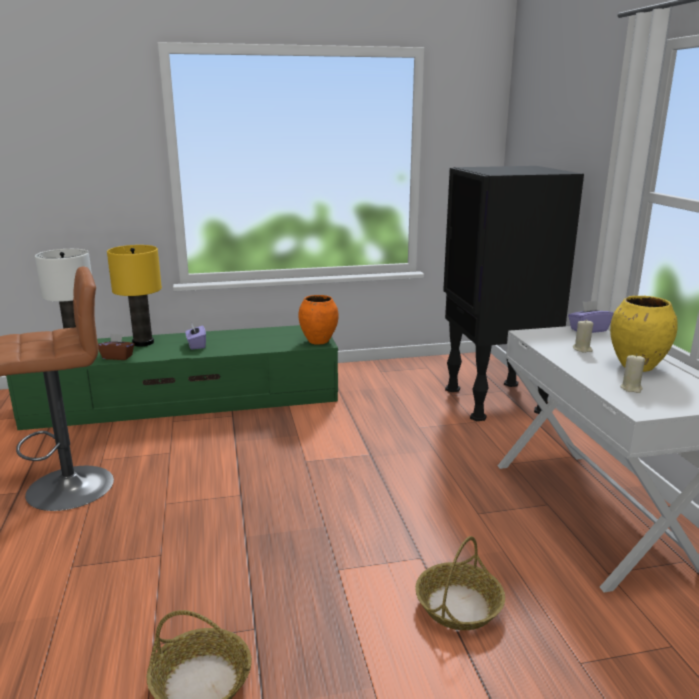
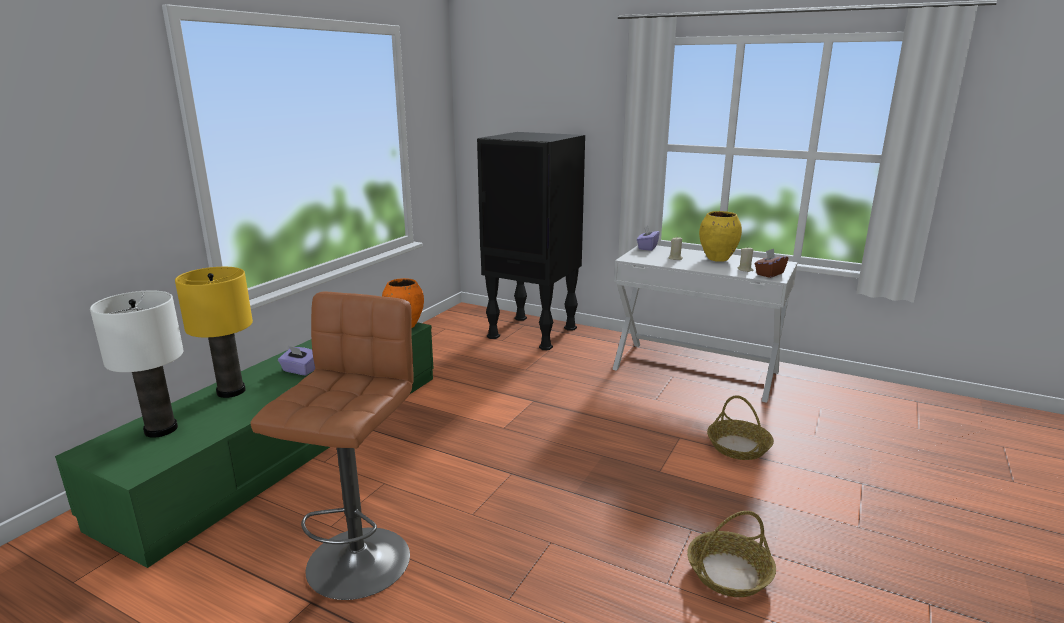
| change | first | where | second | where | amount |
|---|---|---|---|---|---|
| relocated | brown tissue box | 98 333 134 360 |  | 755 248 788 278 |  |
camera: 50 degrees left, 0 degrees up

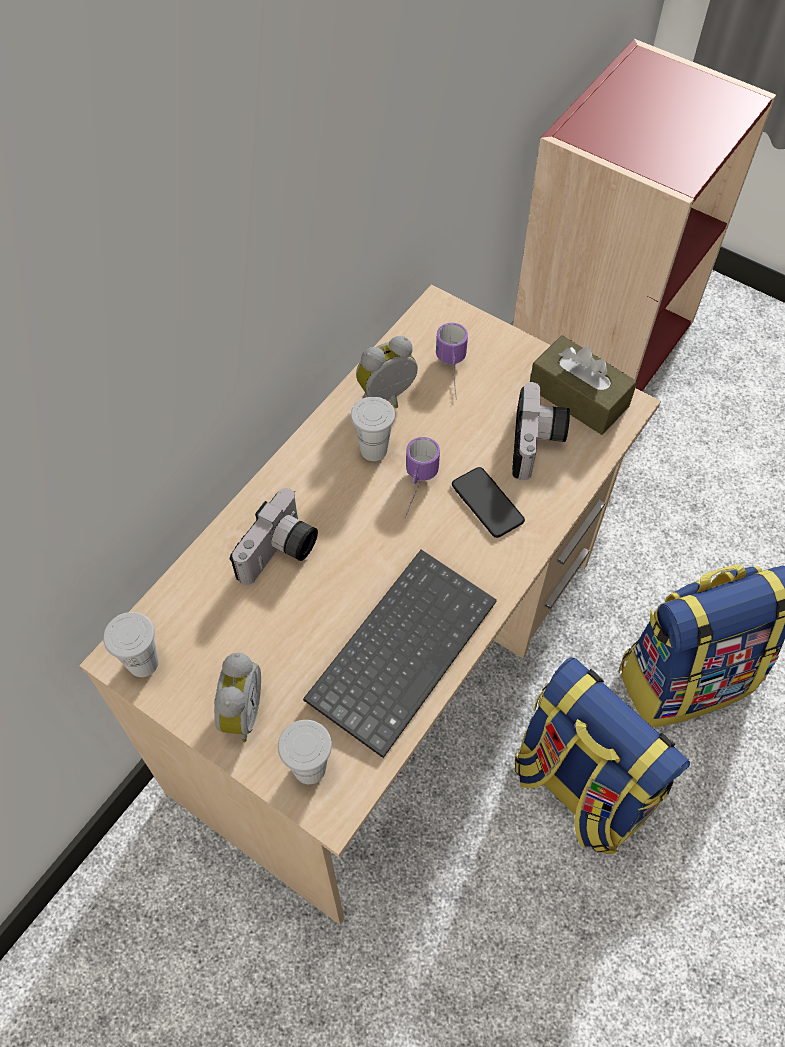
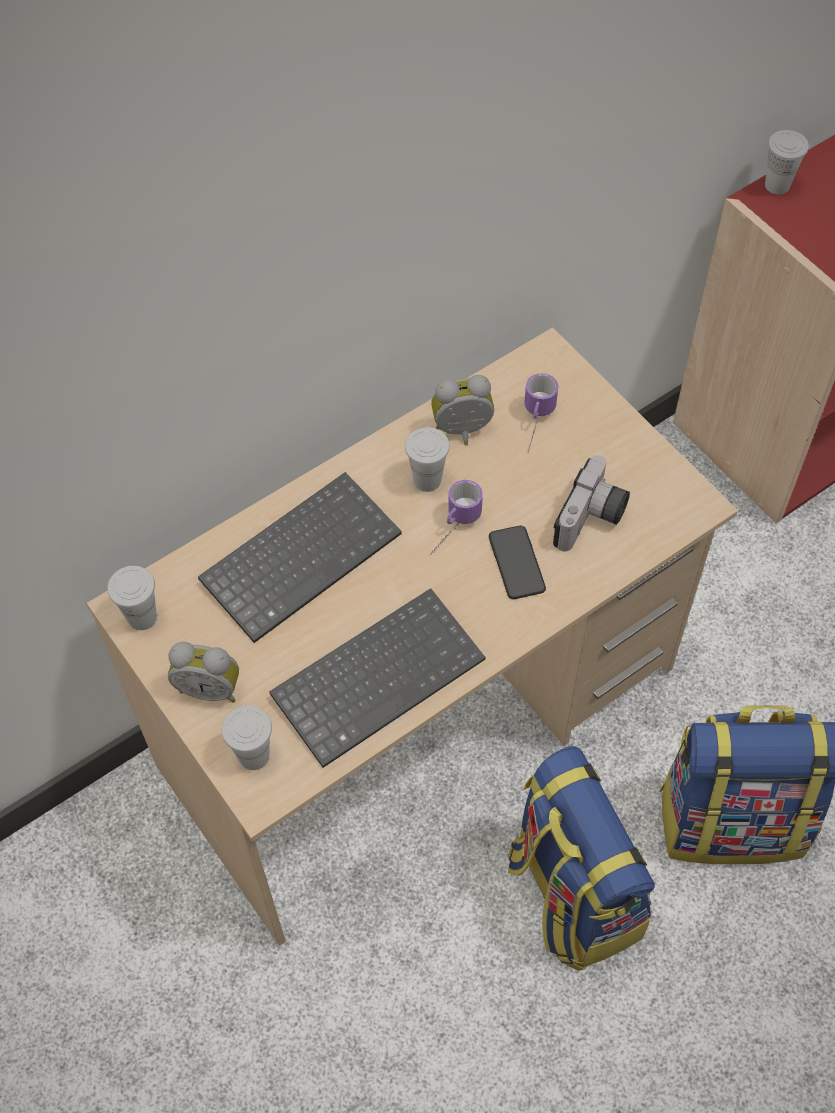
| change | first | where | second | where | amount |
|---|---|---|---|---|---|
| spun | alarm clock | 214 653 261 742 |  | 168 642 239 703 | 75 degrees clockwise |
| exchanged | photo camera | 230 488 318 585 | keyboard | 198 472 402 643 |  |
| appeared |  |  | white cup | 765 130 809 194 |  |
| missing | brown tissue box | 530 335 637 435 |  |  |  |
camera: 20 degrees right, 0 degrees up

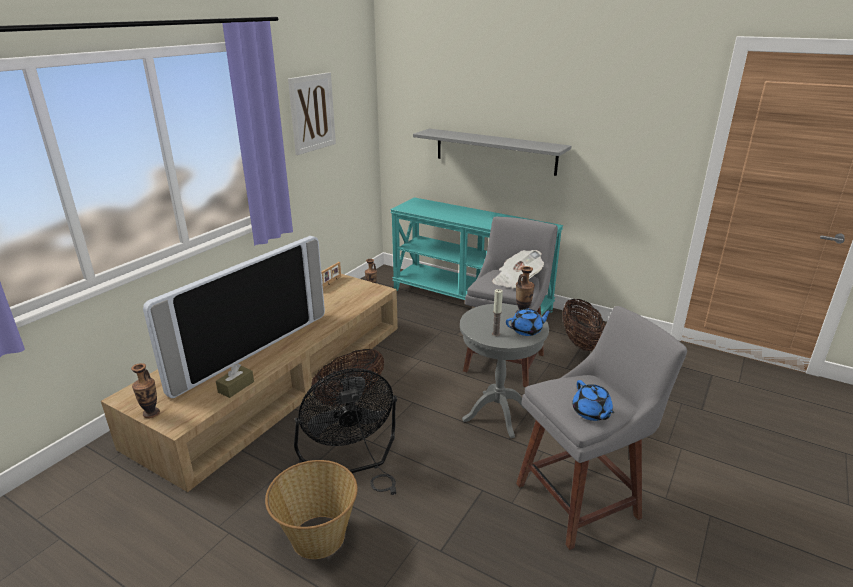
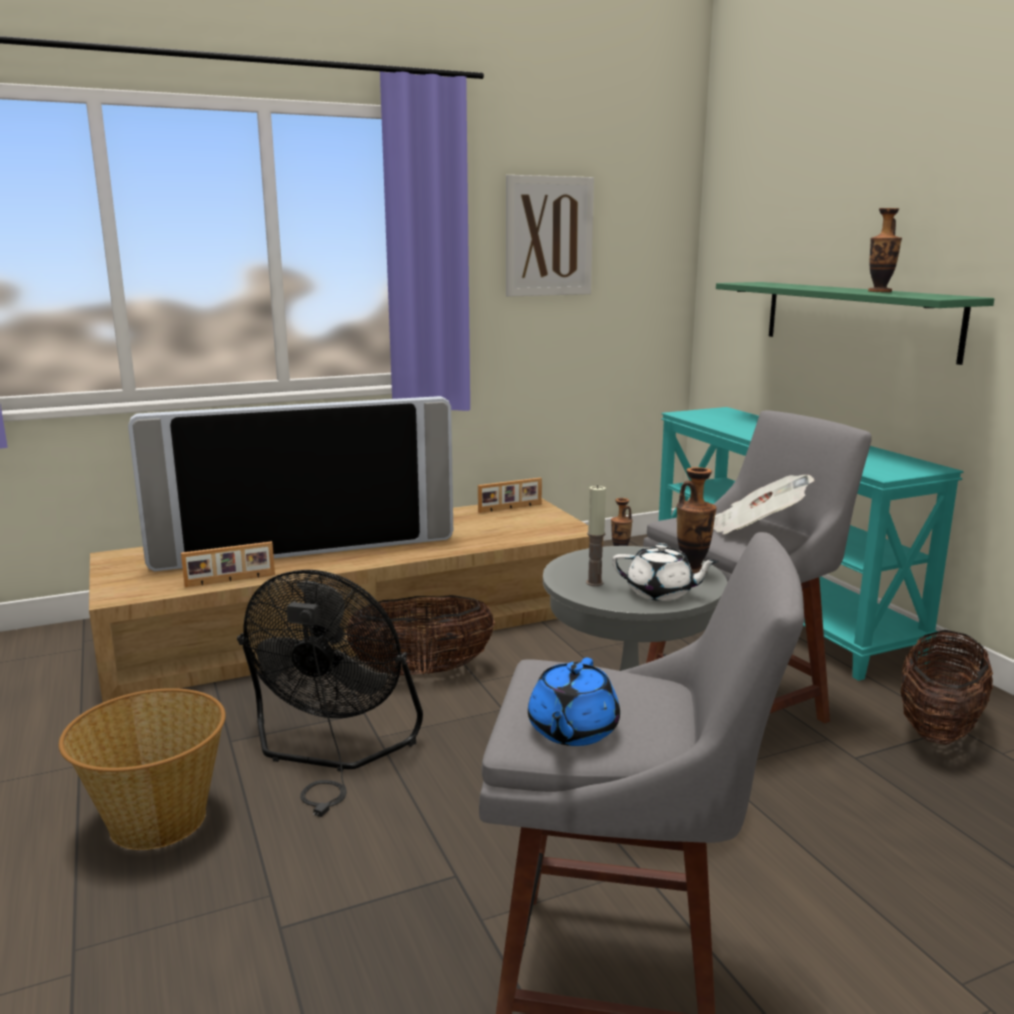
| change | first | where | second | where | amount |
|---|---|---|---|---|---|
| exchanged | brown tissue box | 216 363 254 398 | picture frame | 181 541 275 587 |  |
| colour | blue teapot | 506 309 552 336 | white teapot | 612 543 719 601 |  |
| colour | grey shelf | 413 128 572 176 | green shelf | 716 282 994 365 |  |
| relocated | vase | 131 363 160 418 |  | 868 208 902 292 |  |
camera: 35 degrees right, 10 degrees down

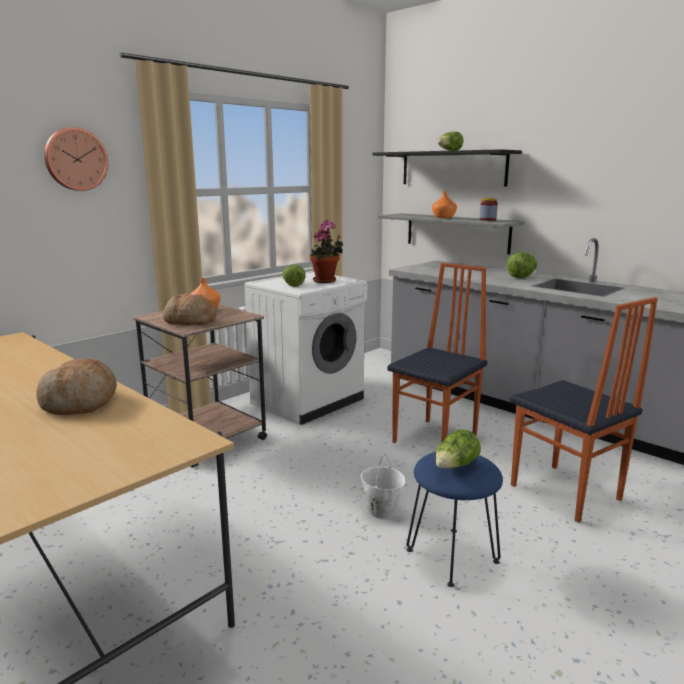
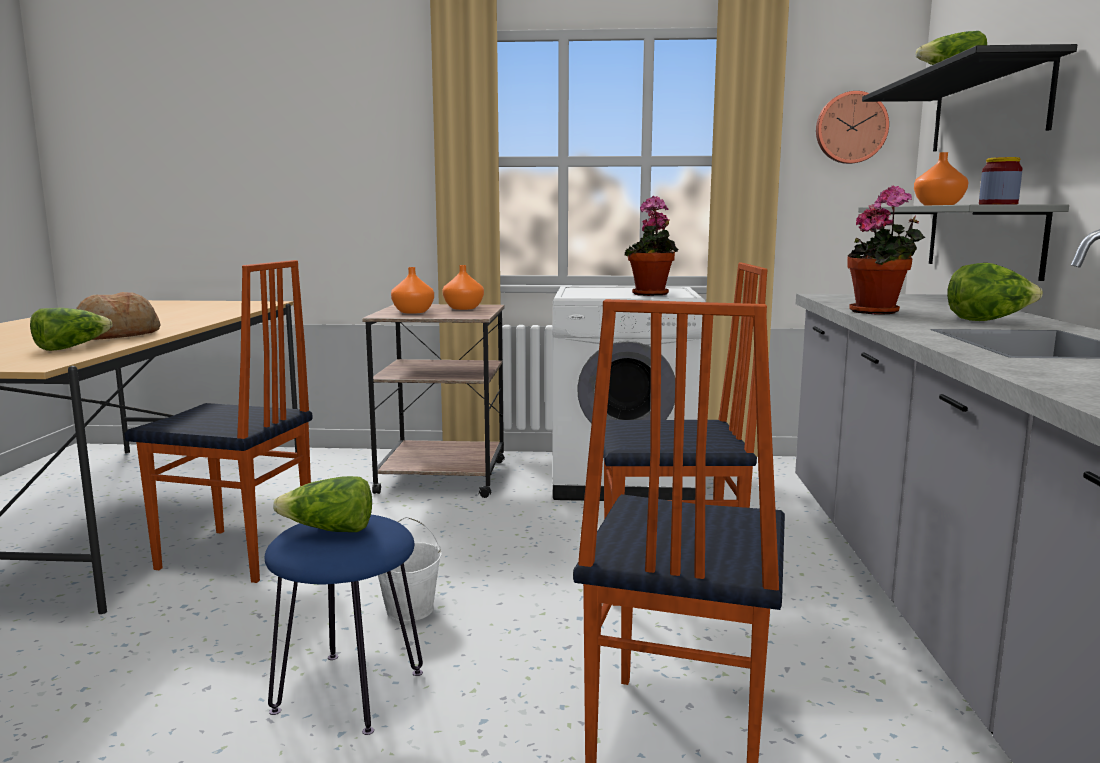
| change | first | where | second | where | amount |
|---|---|---|---|---|---|
| relocated | lettuce | 282 265 306 287 |  | 30 308 113 351 |  |
| appeared |  |  | chair | 124 260 313 583 |  |
| exchanged | bread | 163 293 216 325 | orange vase | 391 267 434 314 |  |
| relocated | wall clock | 44 127 108 191 |  | 816 91 889 164 |  |
| appeared |  |  | potted plant | 847 185 925 315 |  |
camera: 50 degrees right, 5 degrees down

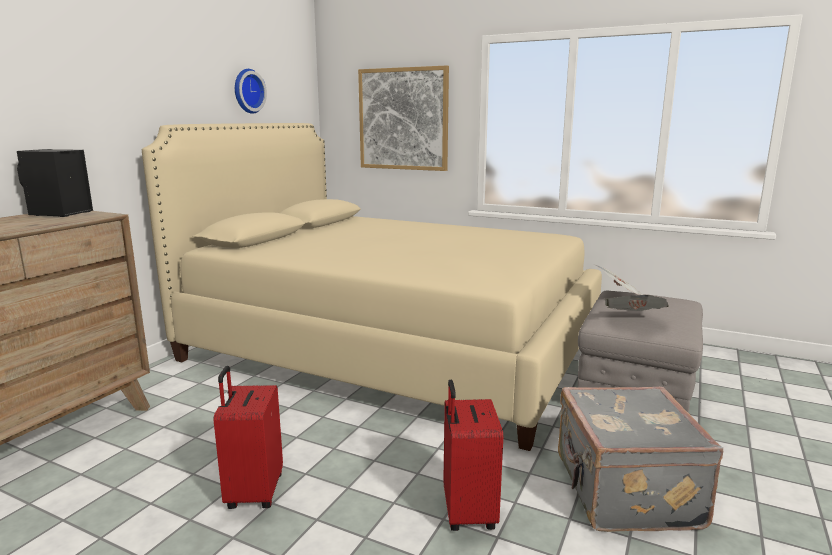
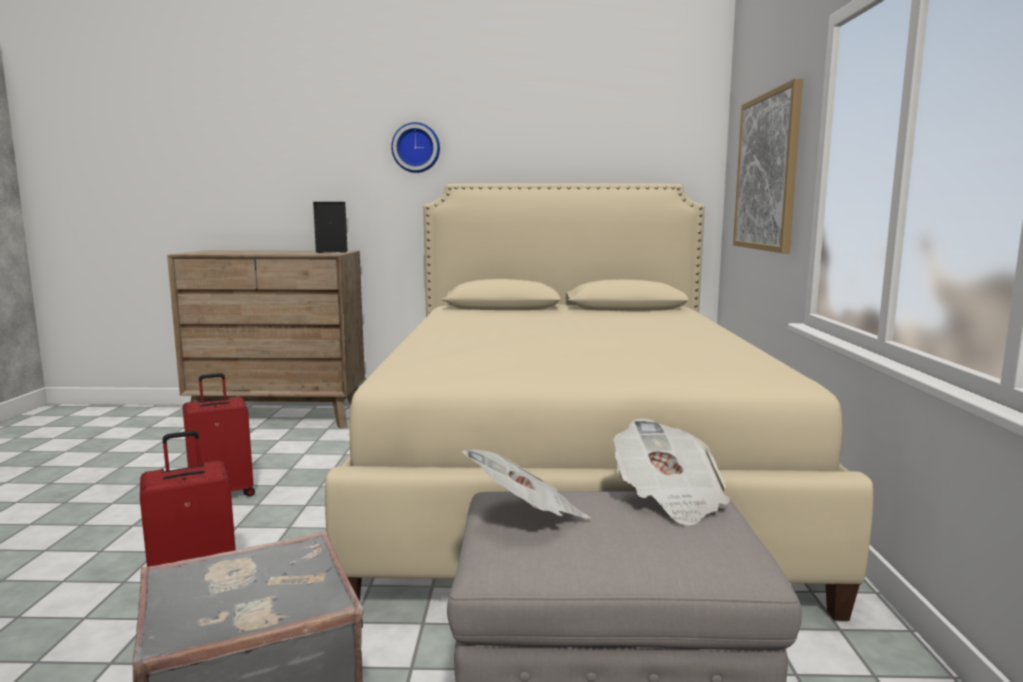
| change | first | where | second | where | amount |
|---|---|---|---|---|---|
| relocated | wall clock | 235 69 267 114 |  | 391 122 440 173 |  |
camera: 65 degrees right, 5 degrees down

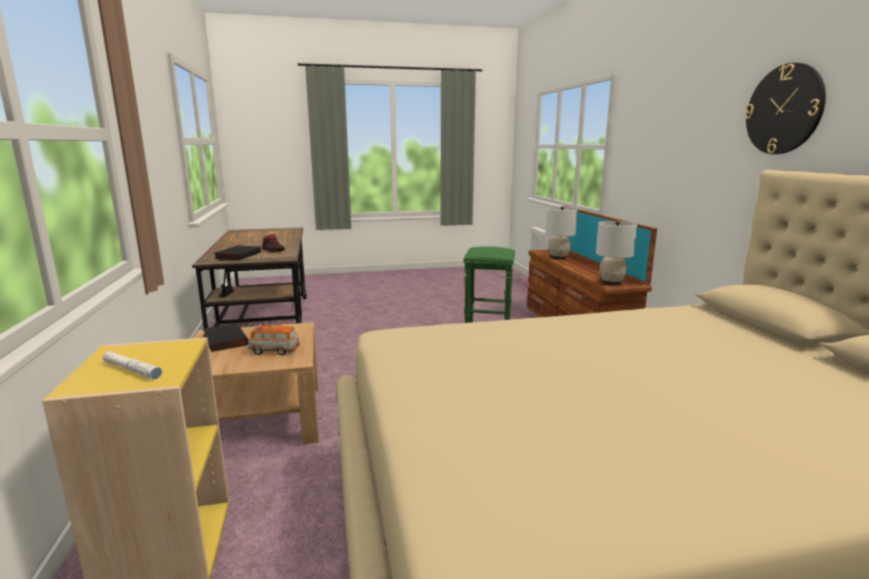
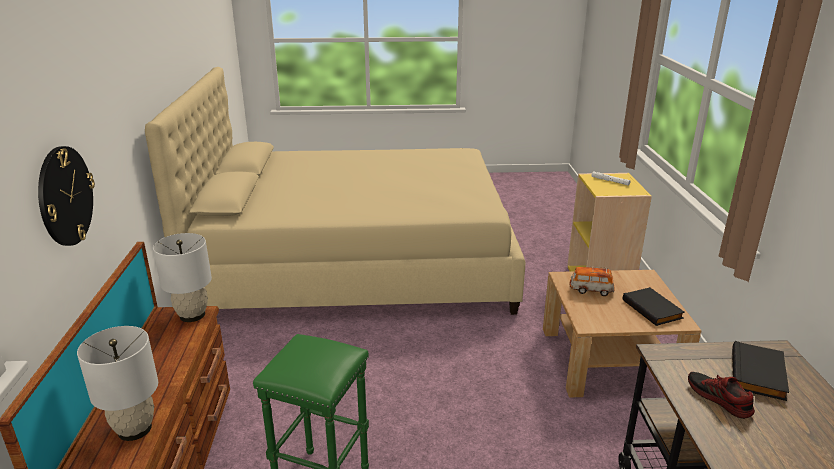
| change | first | where | second | where | amount |
|---|---|---|---|---|---|
| relocated | wall clock | 744 63 826 154 |  | 38 146 95 246 |  |
camera: 170 degrees left, 10 degrees up

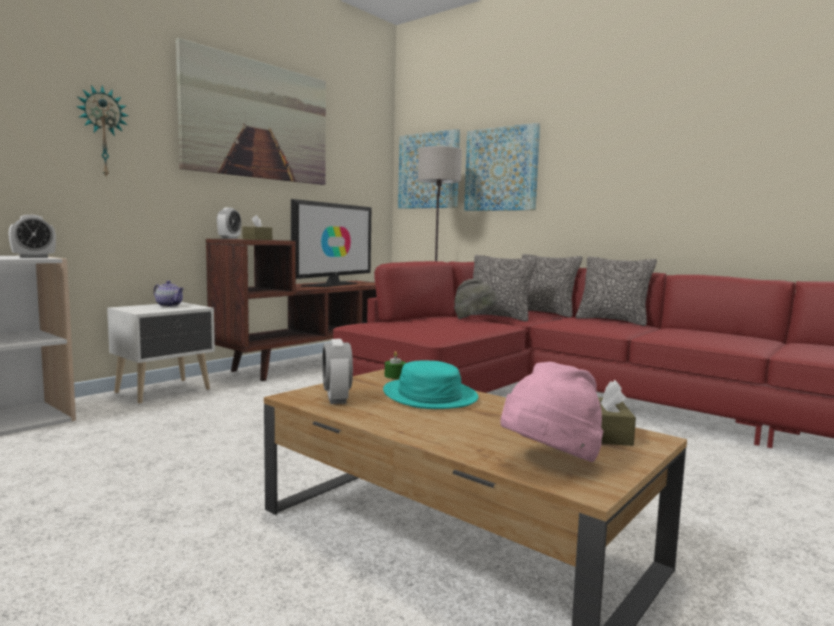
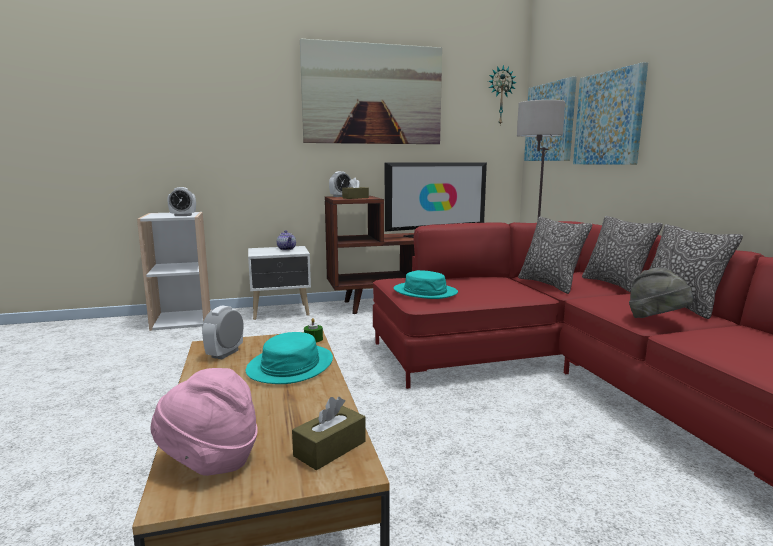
| change | first | where | second | where | amount |
|---|---|---|---|---|---|
| appeared |  |  | turquoise hat | 394 270 458 299 |  |
| relocated | wall clock | 76 85 128 178 |  | 488 65 517 126 |  |
| relocated | grey hat | 454 278 497 319 |  | 629 267 694 318 |  |
camera: 35 degrees right, 5 degrees up

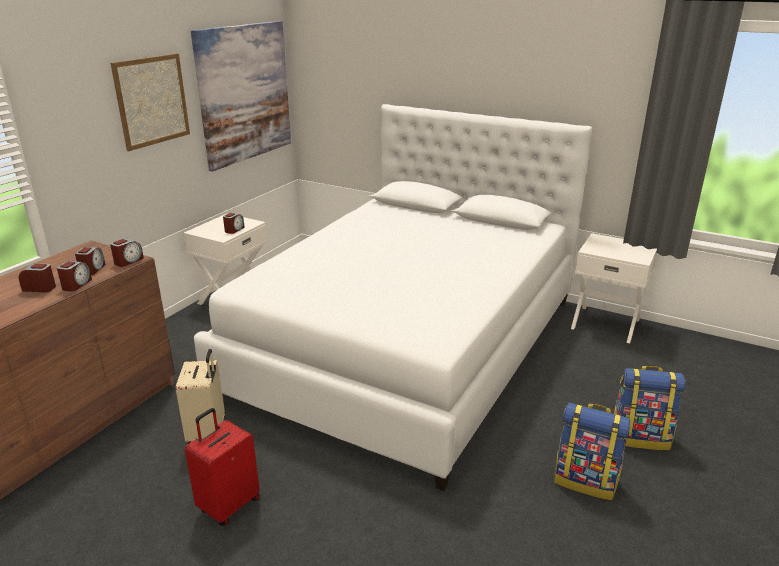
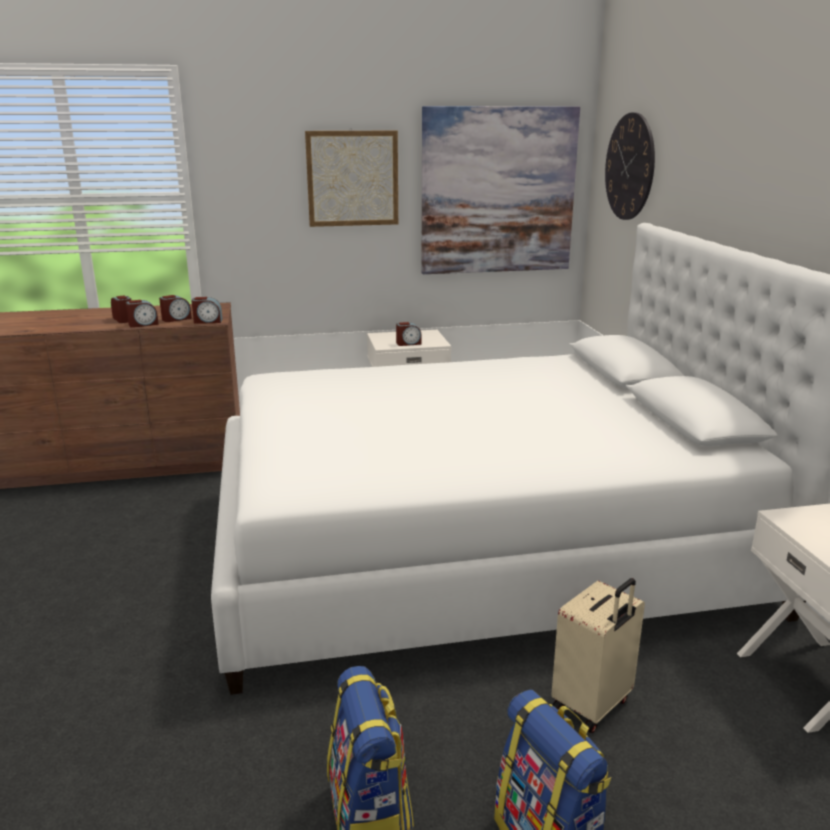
| change | first | where | second | where | amount |
|---|---|---|---|---|---|
| relocated | beige suitcase | 176 349 225 444 |  | 551 578 645 733 |  |
| appeared |  |  | wall clock | 605 112 655 220 |  |
| missing | red suitcase | 185 408 260 526 |  |  |  |
camera: 50 degrees right, 5 degrees down

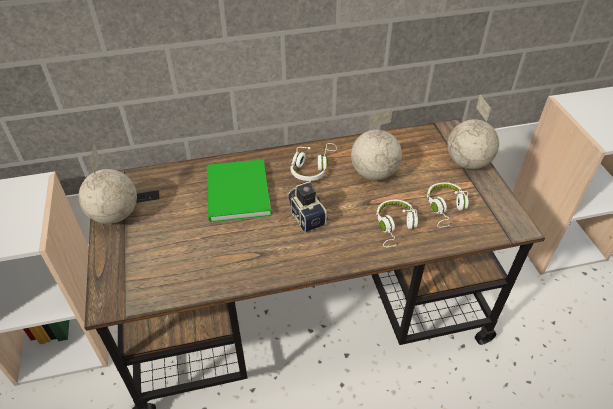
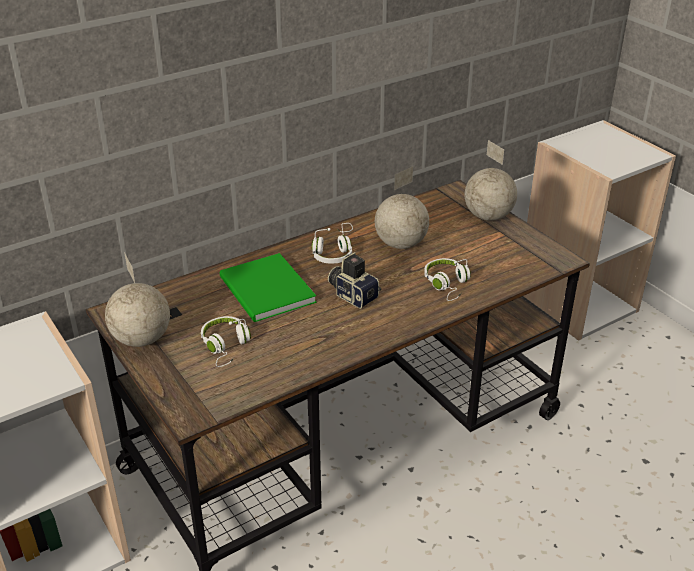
| change | first | where | second | where | amount |
|---|---|---|---|---|---|
| relocated | white headphones | 427 182 469 227 |  | 201 316 251 367 |  |
camera: 20 degrees left, 10 degrees down

